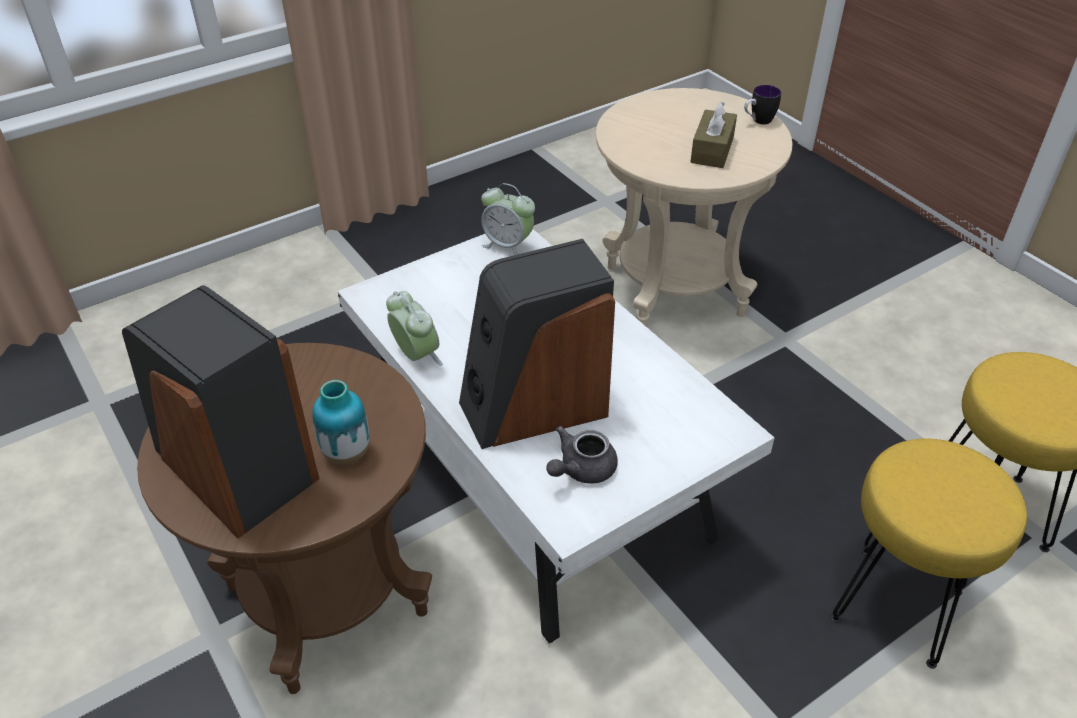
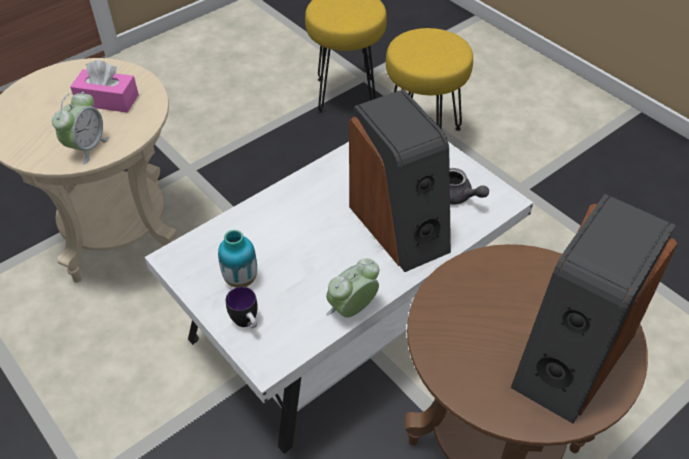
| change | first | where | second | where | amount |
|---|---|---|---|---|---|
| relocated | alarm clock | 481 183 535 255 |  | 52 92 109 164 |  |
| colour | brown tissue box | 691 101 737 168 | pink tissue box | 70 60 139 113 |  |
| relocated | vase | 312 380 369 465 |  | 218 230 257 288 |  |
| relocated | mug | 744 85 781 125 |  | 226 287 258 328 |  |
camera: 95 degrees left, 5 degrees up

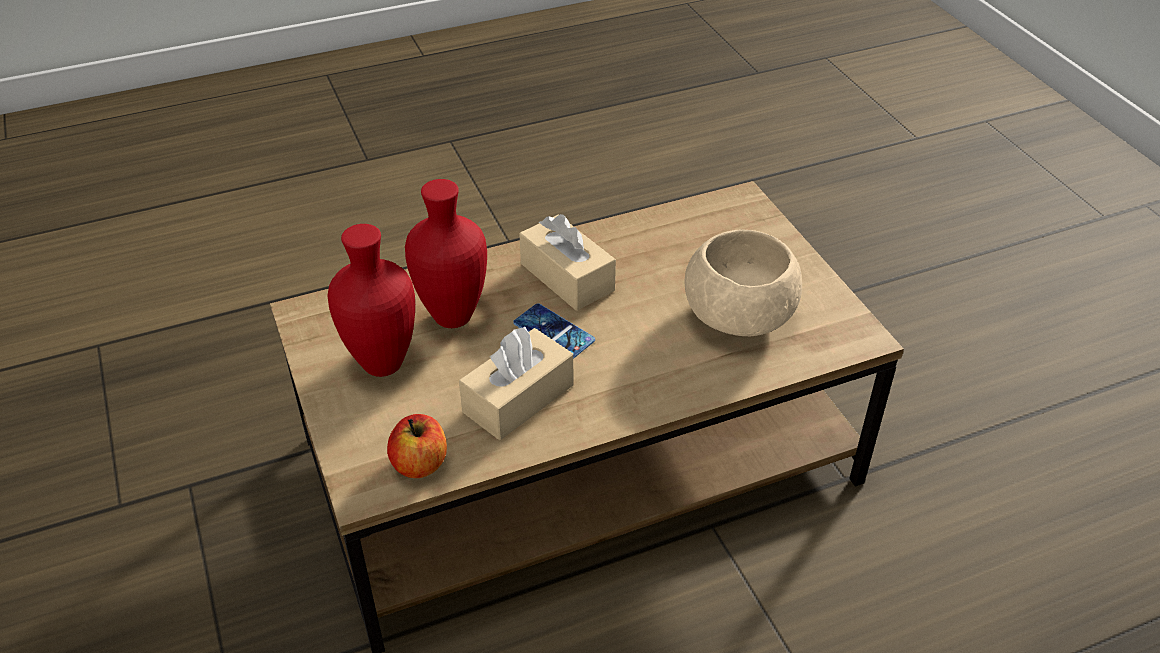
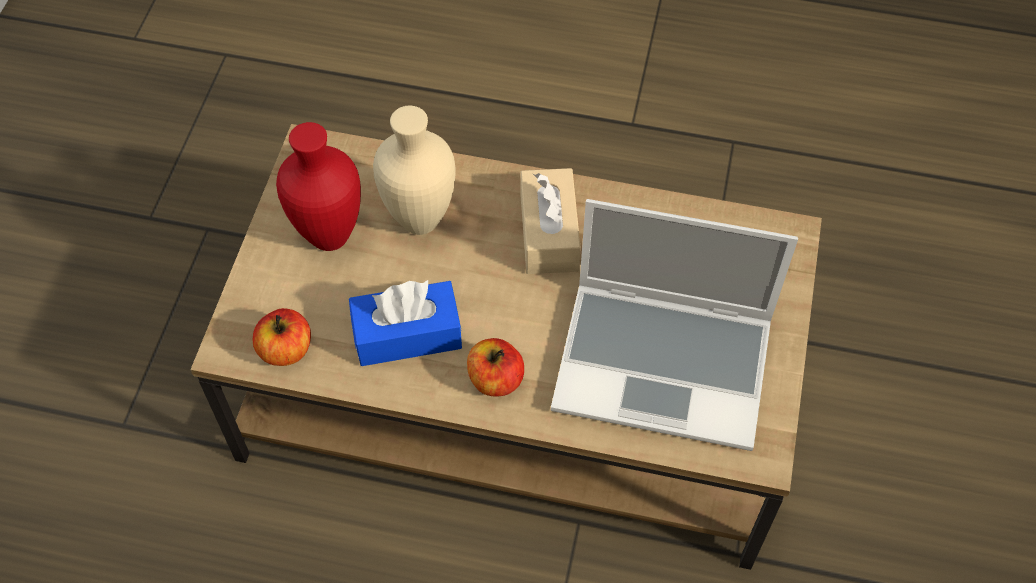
| change | first | where | second | where | amount |
|---|---|---|---|---|---|
| colour | beige tissue box | 459 326 573 440 | blue tissue box | 349 280 462 366 |  |
| colour | red vase | 405 179 487 328 | beige vase | 373 106 456 235 |  |
| appeared |  |  | apple | 467 338 524 397 |  |
| exchanged | beige bowl | 685 229 802 337 | laptop | 551 199 798 451 |  |
| missing | phone | 513 303 595 359 |  |  |  |
camera: 35 degrees right, 15 degrees up

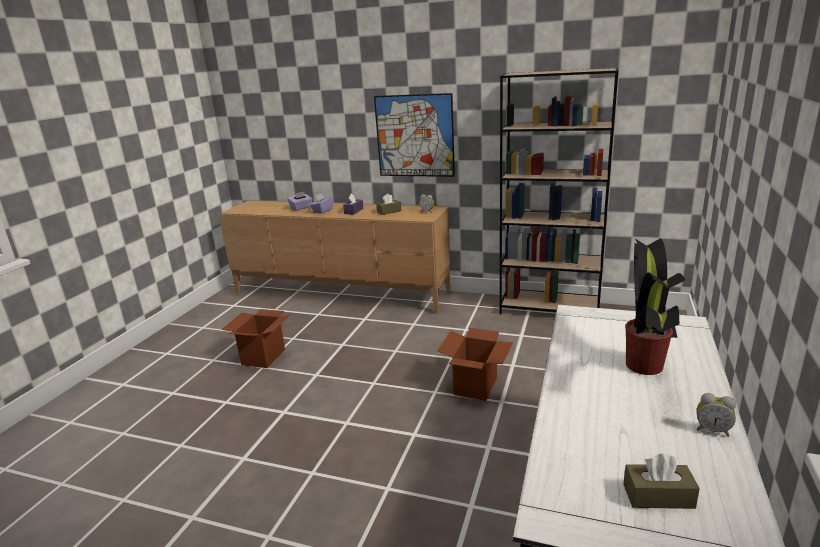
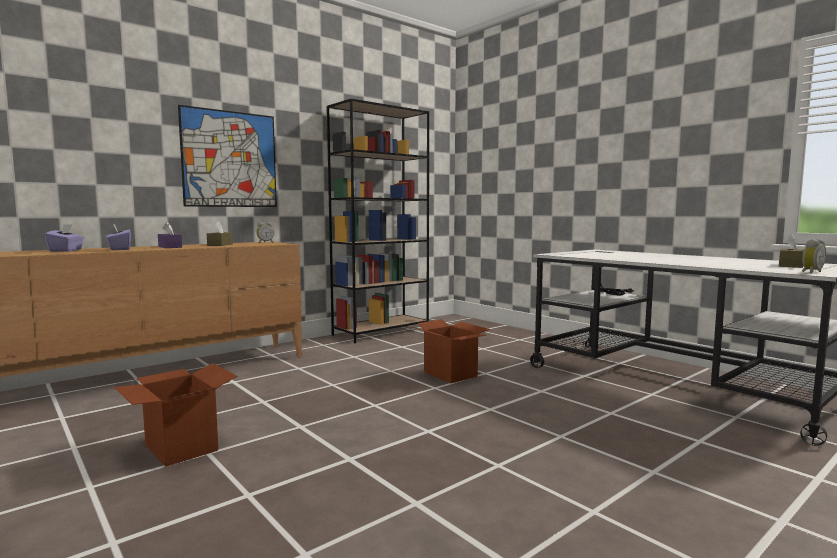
| change | first | where | second | where | amount |
|---|---|---|---|---|---|
| relocated | alarm clock | 697 393 736 437 |  | 802 239 826 274 |  |
| missing | potted plant | 625 238 685 375 |  |  |  |
camera: 60 degrees left, 15 degrees down

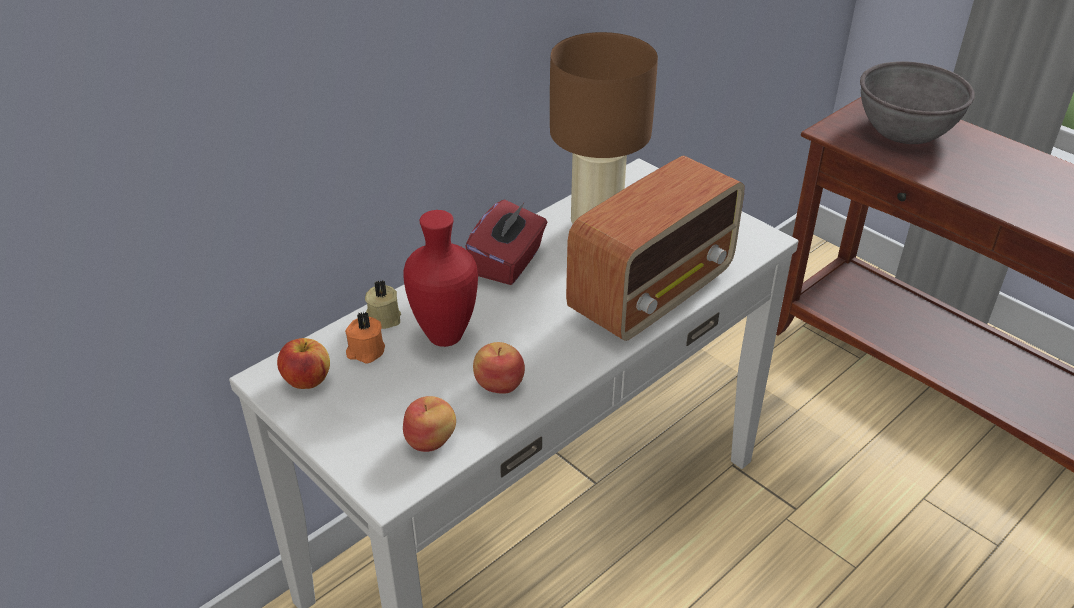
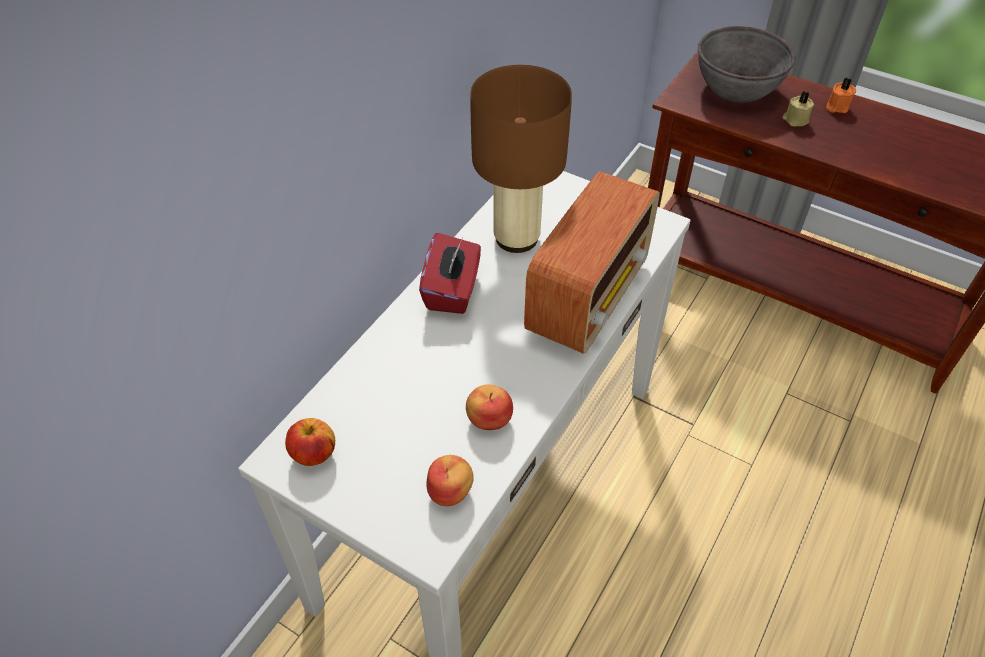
| change | first | where | second | where | amount |
|---|---|---|---|---|---|
| relocated | beige candle | 365 280 401 329 |  | 782 91 814 126 |  |
| relocated | orange candle | 345 312 385 364 |  | 826 77 856 113 |  |
| missing | red vase | 403 210 478 347 |  |  |  |
camera: 15 degrees left, 10 degrees up

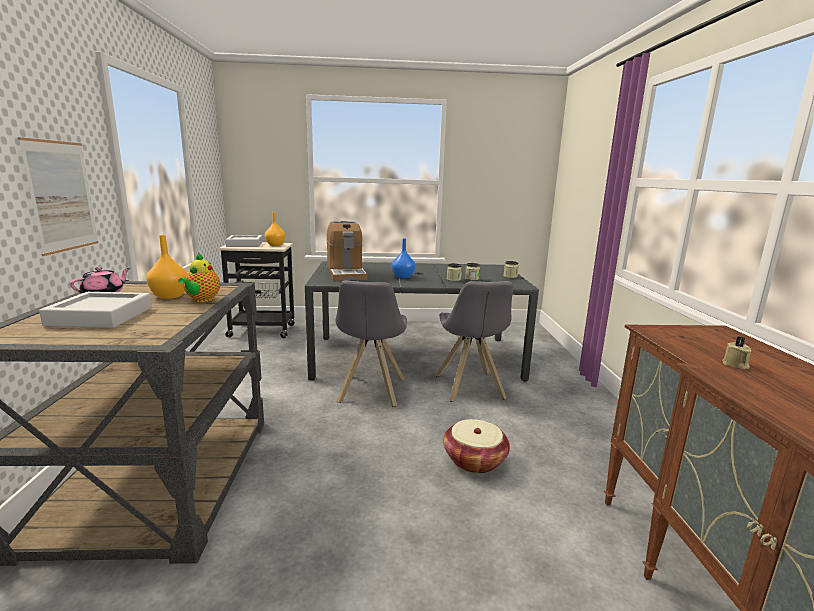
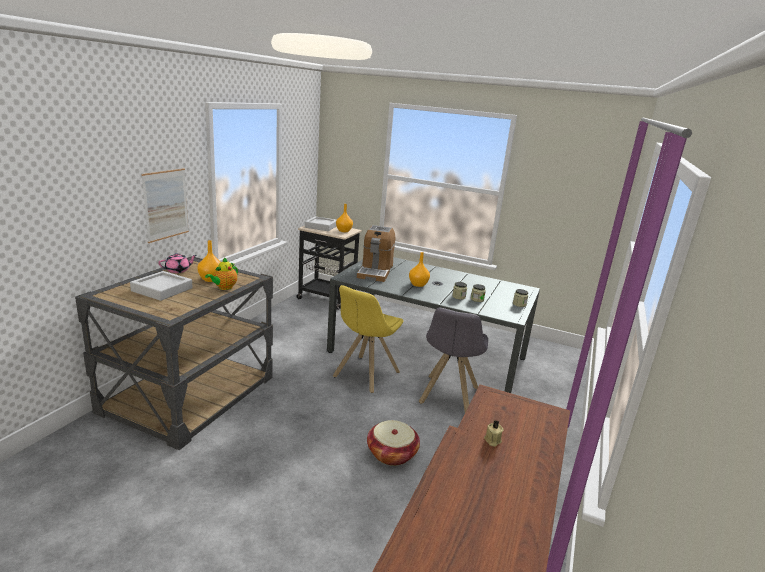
| change | first | where | second | where | amount |
|---|---|---|---|---|---|
| colour | grey chair | 336 280 407 407 | yellow chair | 333 285 403 393 |  |
| colour | blue vase | 392 239 416 278 | orange vase | 409 252 430 287 |  |
camera: 25 degrees right, 5 degrees up

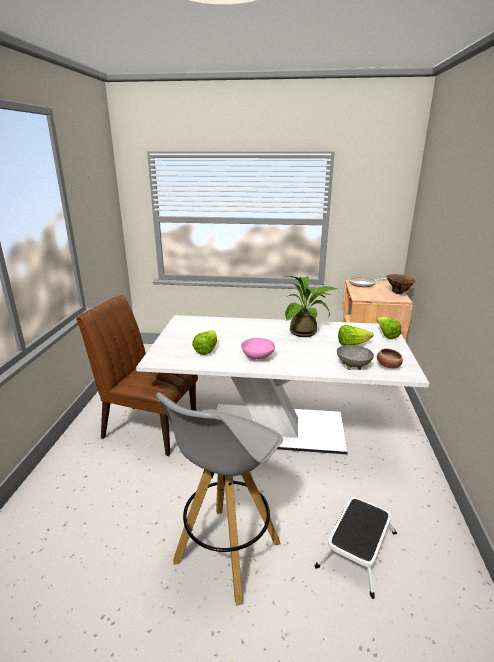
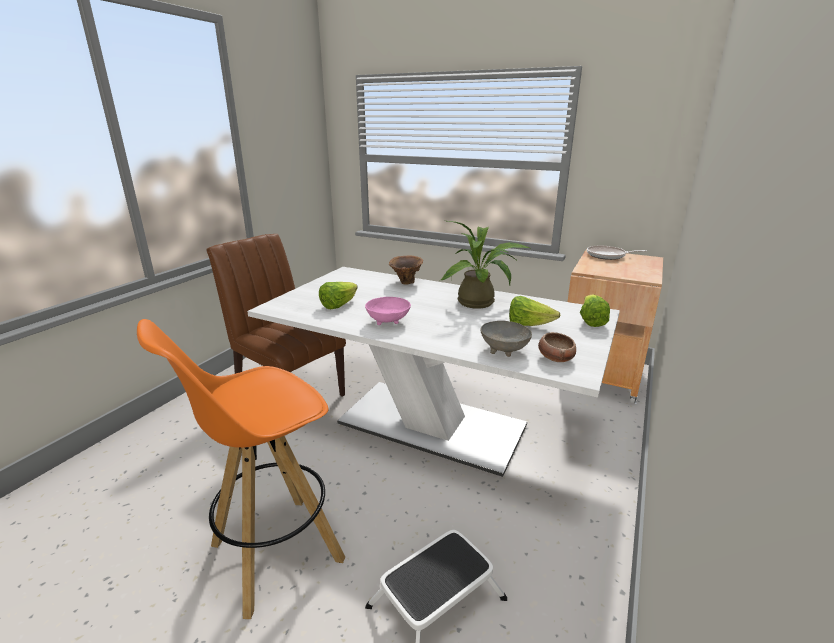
| change | first | where | second | where | amount |
|---|---|---|---|---|---|
| colour | grey stool | 156 393 283 606 | orange stool | 137 319 345 619 |  |
| relocated | brown vase | 386 274 415 294 |  | 389 255 423 285 |  |
camera: 20 degrees right, 0 degrees up

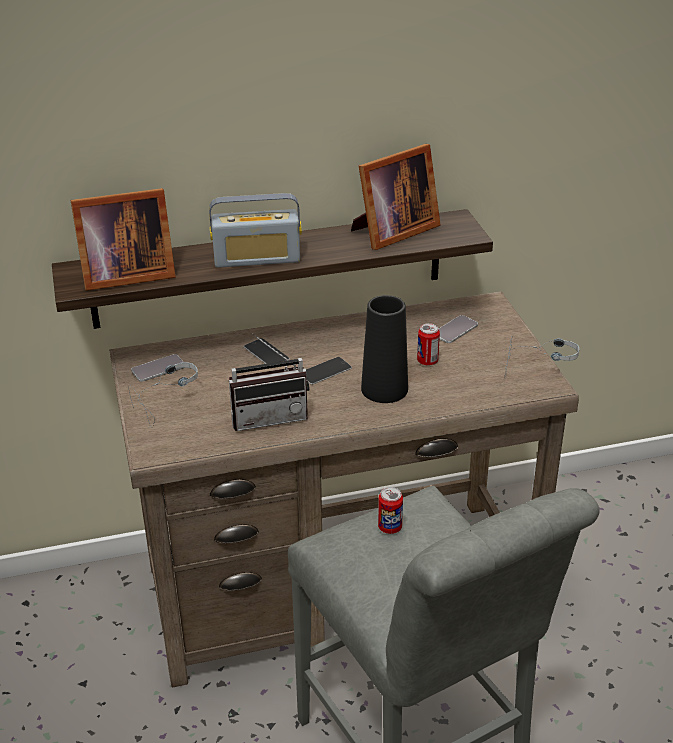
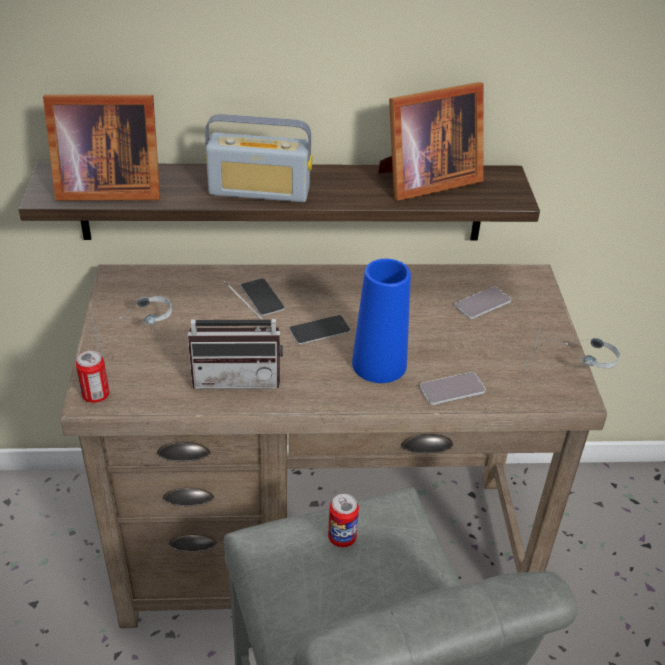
| change | first | where | second | where | amount |
|---|---|---|---|---|---|
| relocated | can | 417 323 440 366 |  | 76 351 109 403 |  |
| colour | black vase | 361 295 408 403 | blue vase | 352 259 411 383 |  |
| relocated | phone | 131 354 184 382 |  | 420 372 486 405 |  |
camera: 10 degrees right, 5 degrees up

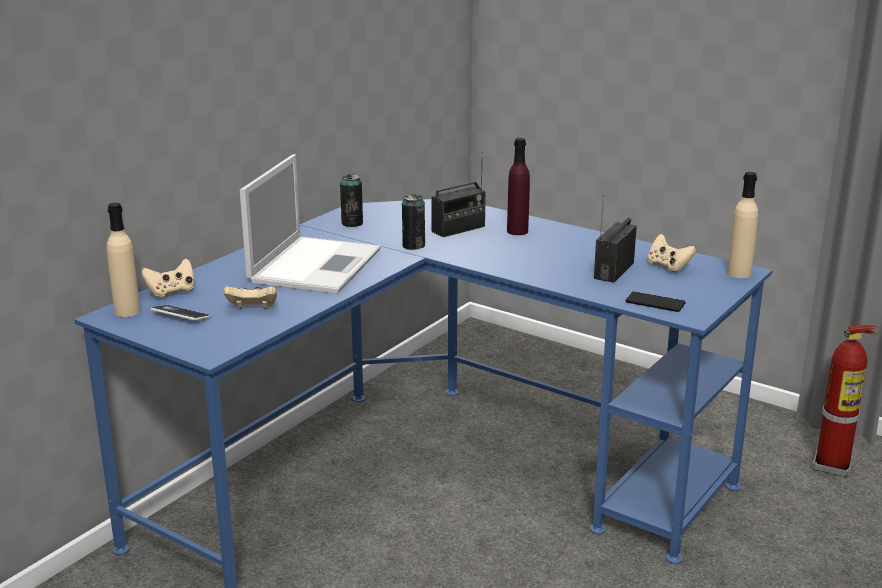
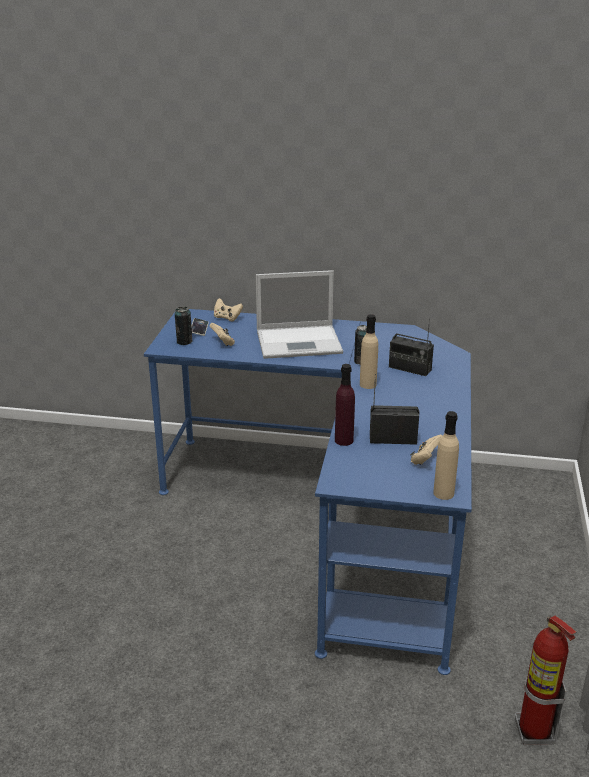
| change | first | where | second | where | amount |
|---|---|---|---|---|---|
| relocated | can | 340 174 363 227 |  | 175 307 193 345 |  |
| relocated | purple bottle | 507 138 530 235 |  | 335 364 355 446 |  |
| relocated | beige bottle | 107 203 141 317 |  | 360 314 378 389 |  |
| missing | phone | 626 291 686 312 |  |  |  |
camera: 65 degrees right, 5 degrees up

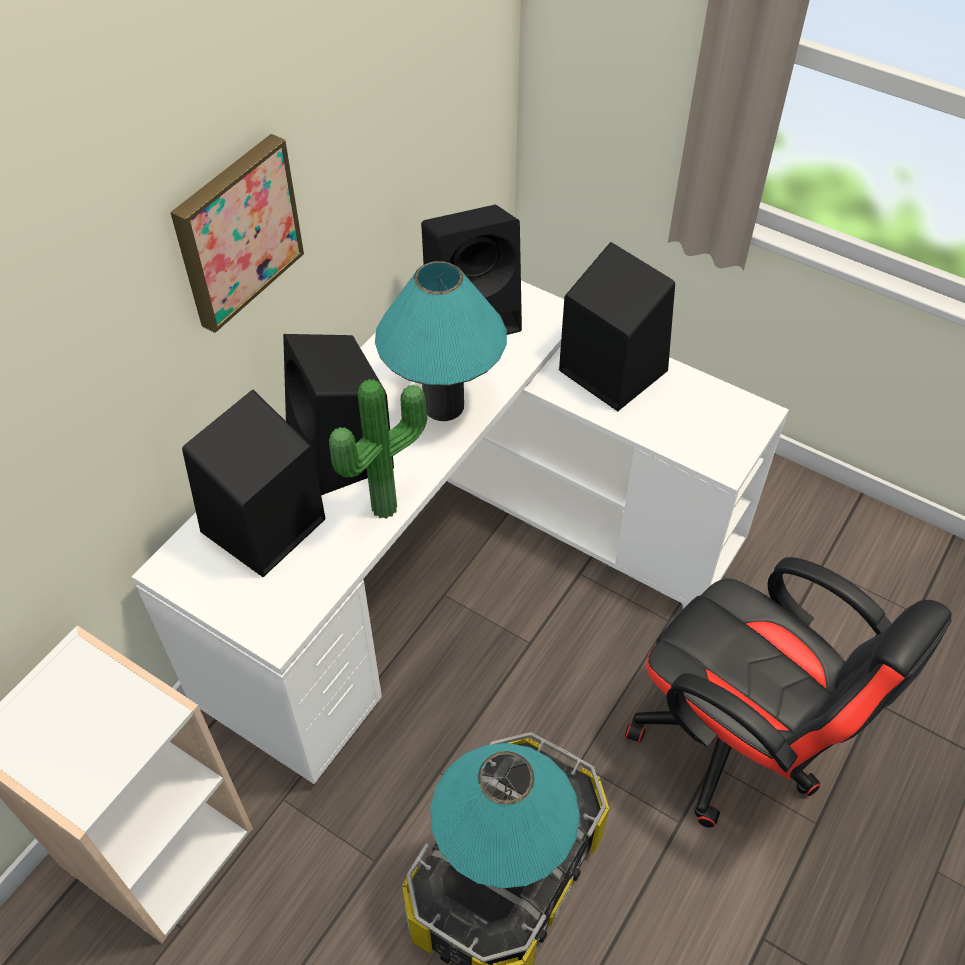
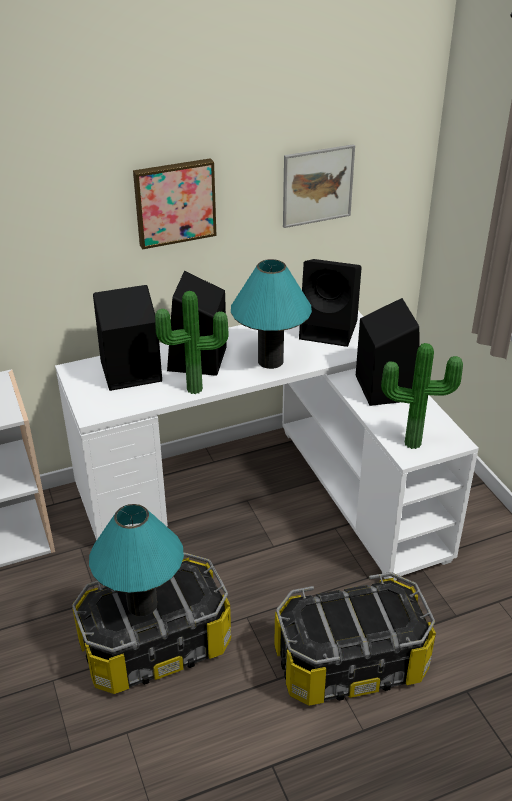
| change | first | where | second | where | amount |
|---|---|---|---|---|---|
| exchanged | black office chair | 625 557 952 828 | storage box | 274 572 436 705 |  |
| appeared |  |  | picture | 283 144 355 228 |  |
| appeared |  |  | potted plant | 381 343 463 449 |  |
camera: 35 degrees right, 15 degrees down

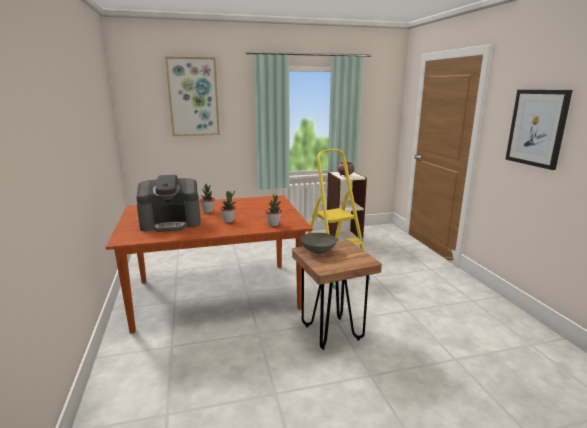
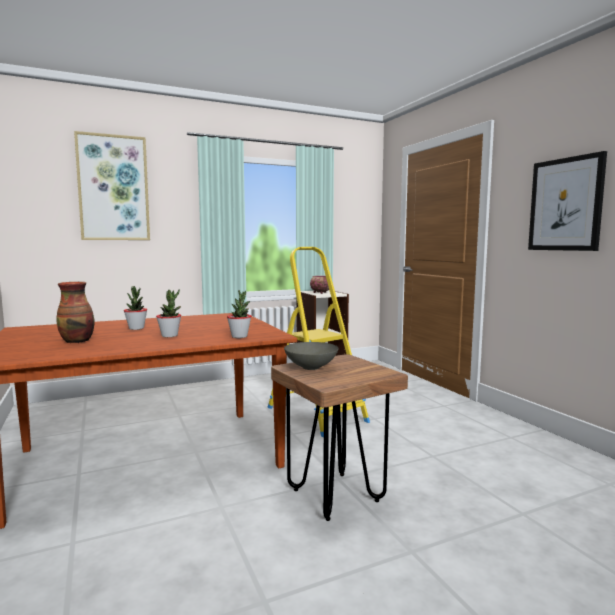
| change | first | where | second | where | amount |
|---|---|---|---|---|---|
| exchanged | coffee machine | 136 175 200 232 | vase | 57 282 95 343 |  |
camera: 10 degrees left, 10 degrees down

